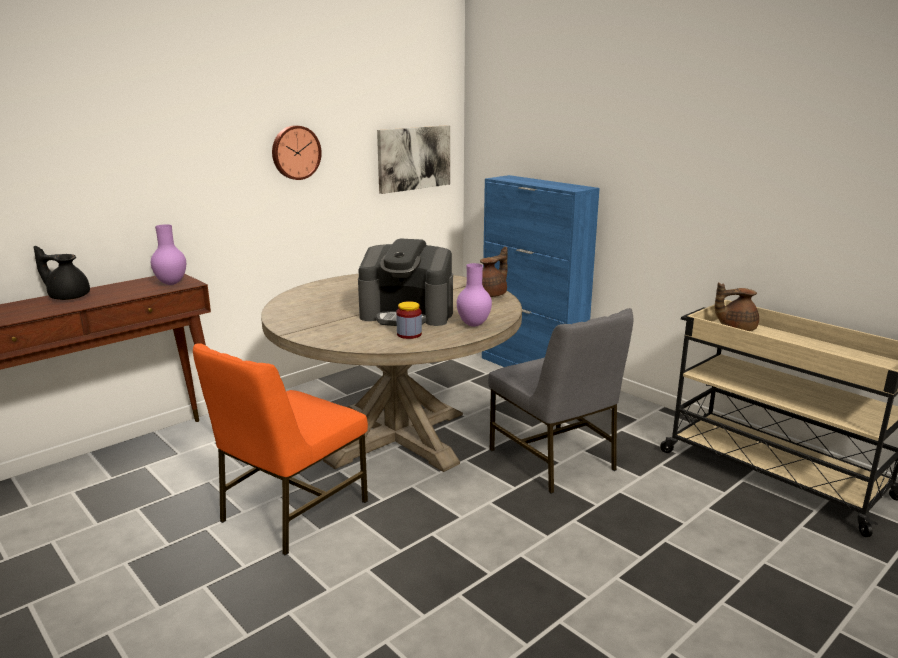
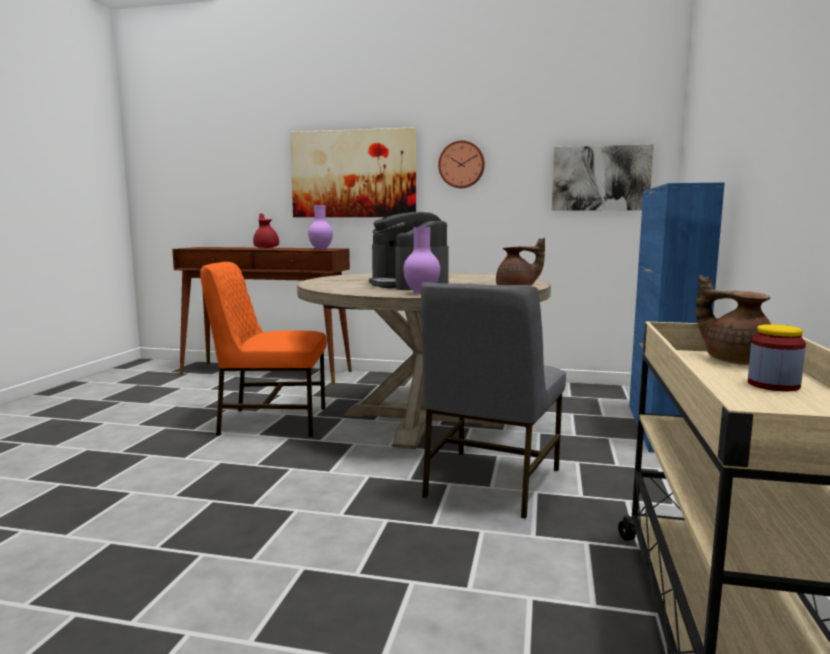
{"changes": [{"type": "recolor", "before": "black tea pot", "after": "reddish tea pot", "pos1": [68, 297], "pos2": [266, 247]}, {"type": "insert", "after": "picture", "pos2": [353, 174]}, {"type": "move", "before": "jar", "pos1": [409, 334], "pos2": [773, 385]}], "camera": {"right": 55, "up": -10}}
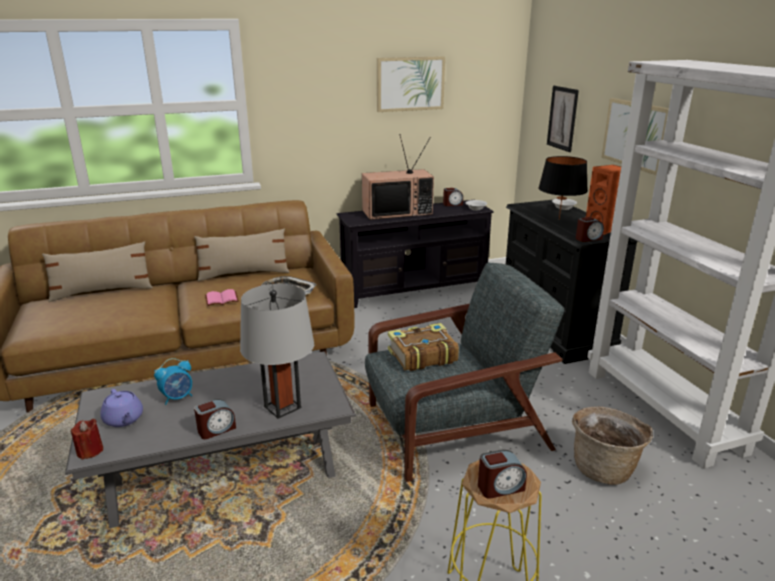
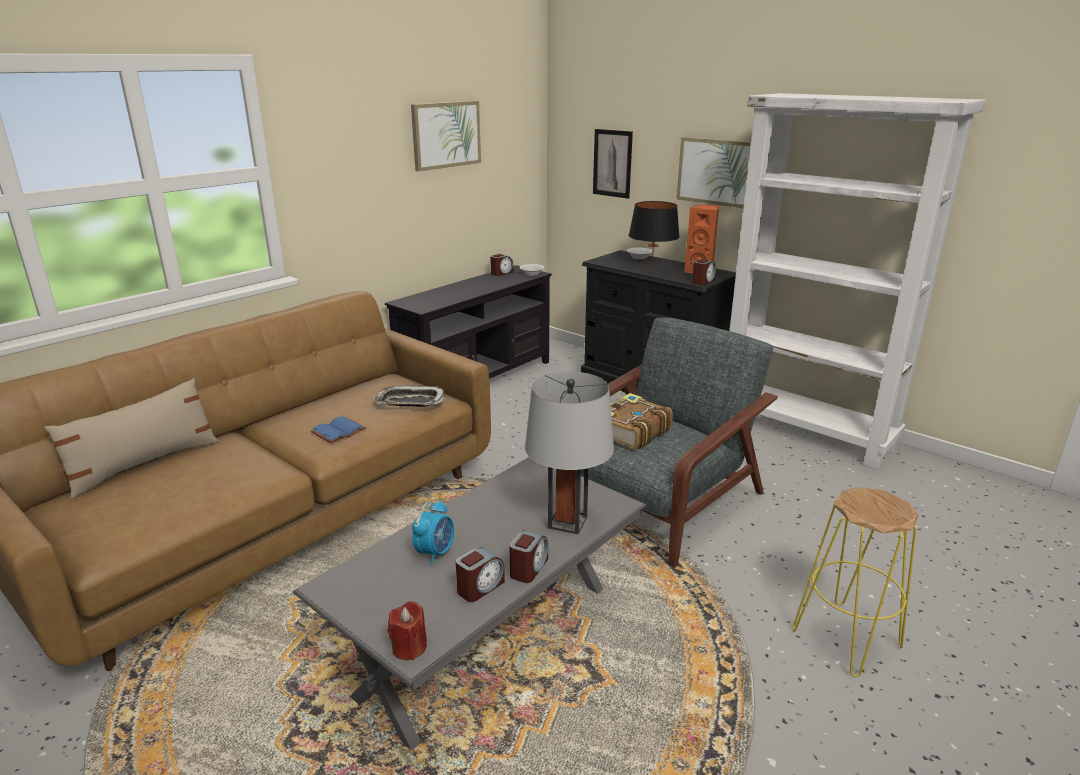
{"changes": [{"type": "recolor", "before": "pink-coloured book", "after": "blue-coloured book", "pos1": [221, 300], "pos2": [339, 432]}, {"type": "move", "before": "table clock", "pos1": [500, 487], "pos2": [480, 587]}, {"type": "delete", "before": "purple tea pot", "pos1": [123, 419]}, {"type": "delete", "before": "beige-coloured pillow", "pos1": [244, 274]}, {"type": "delete", "before": "TV", "pos1": [397, 212]}, {"type": "delete", "before": "storage basket", "pos1": [604, 467]}], "camera": {"right": -30, "up": 0}}
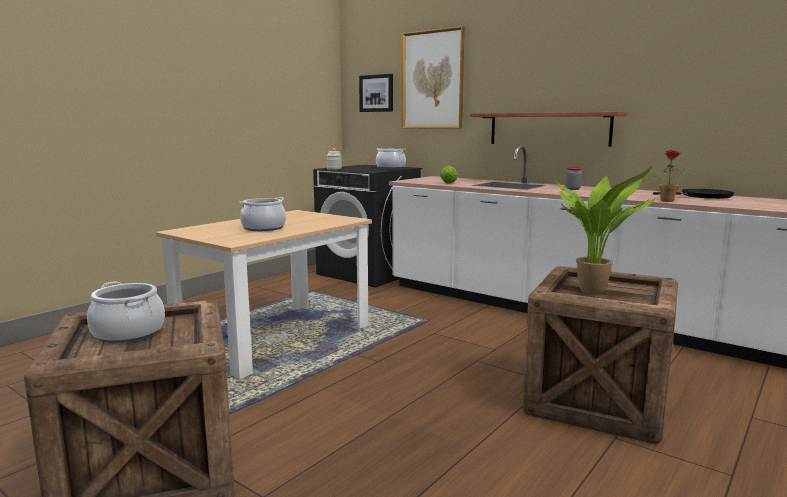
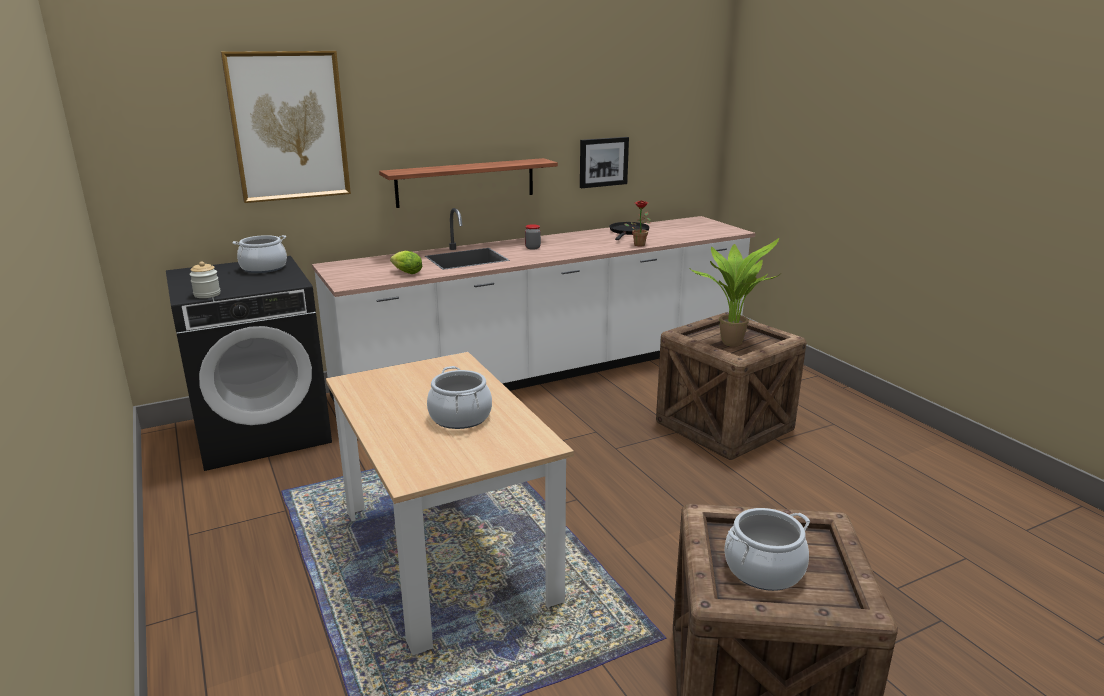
{"changes": [{"type": "move", "before": "picture", "pos1": [376, 93], "pos2": [603, 162]}], "camera": {"right": -65, "up": 10}}
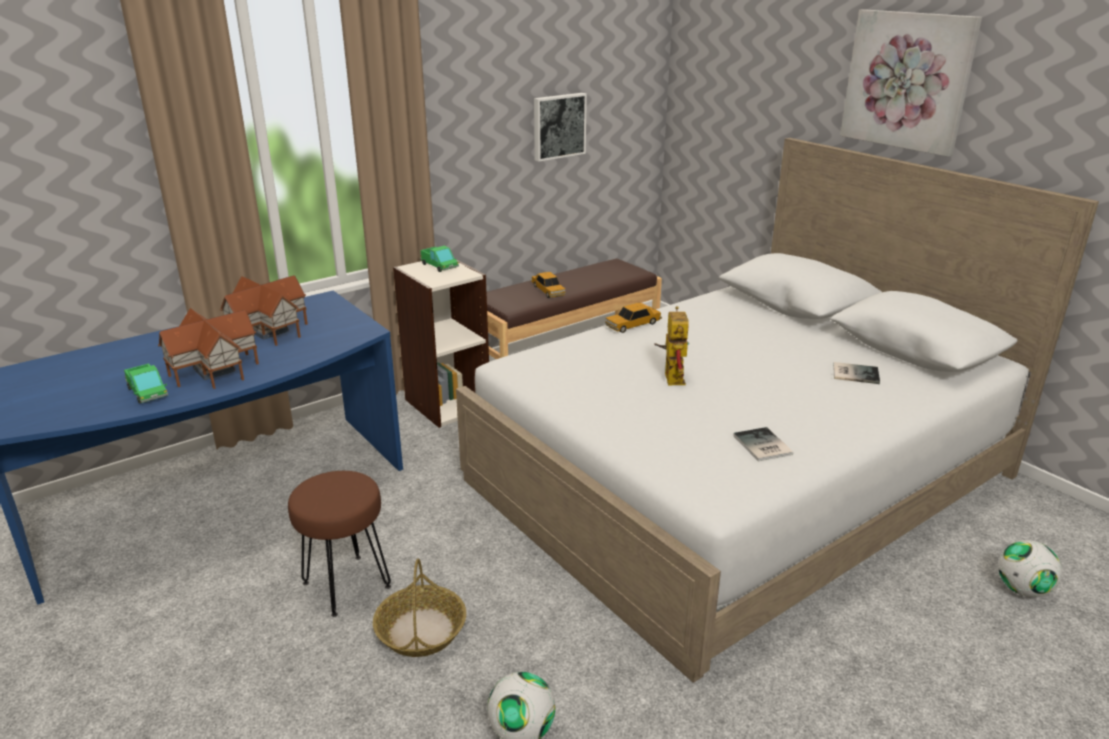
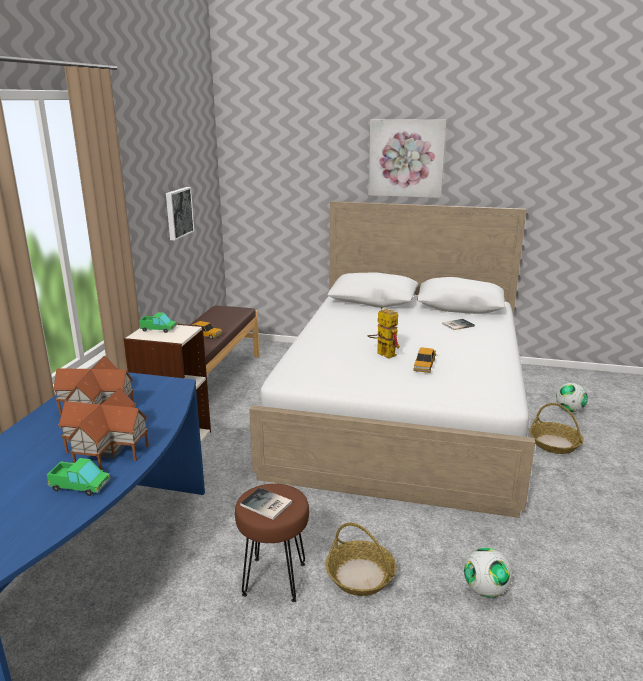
{"changes": [{"type": "move", "before": "book", "pos1": [761, 446], "pos2": [266, 505]}, {"type": "move", "before": "toy car", "pos1": [632, 324], "pos2": [424, 365]}, {"type": "insert", "after": "storage basket", "pos2": [555, 444]}], "camera": {"right": -40, "up": -5}}
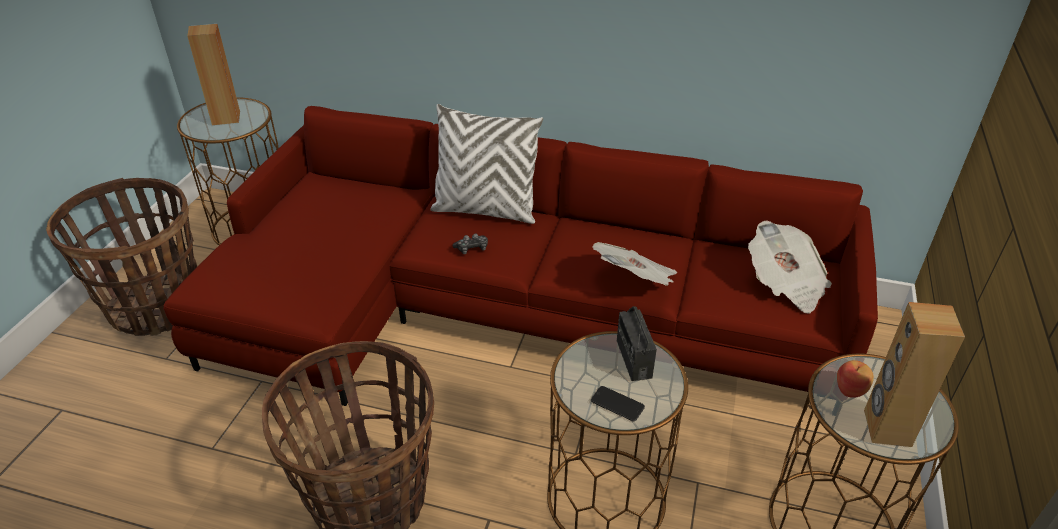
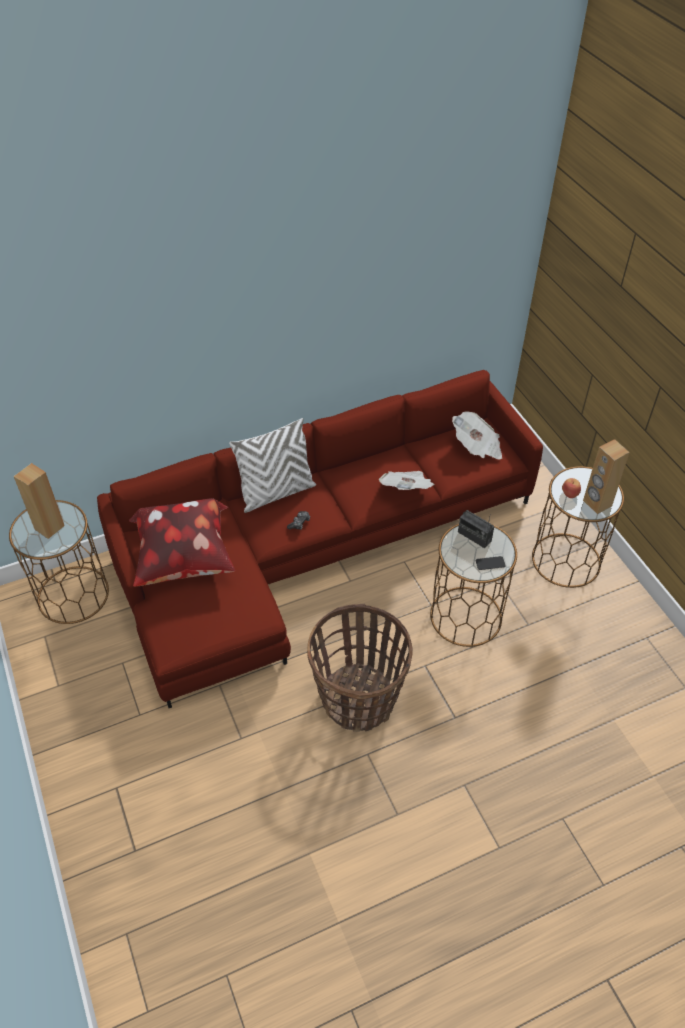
{"changes": [{"type": "insert", "after": "pillow", "pos2": [186, 561]}, {"type": "delete", "before": "storage basket", "pos1": [156, 307]}], "camera": {"right": -40, "up": 10}}
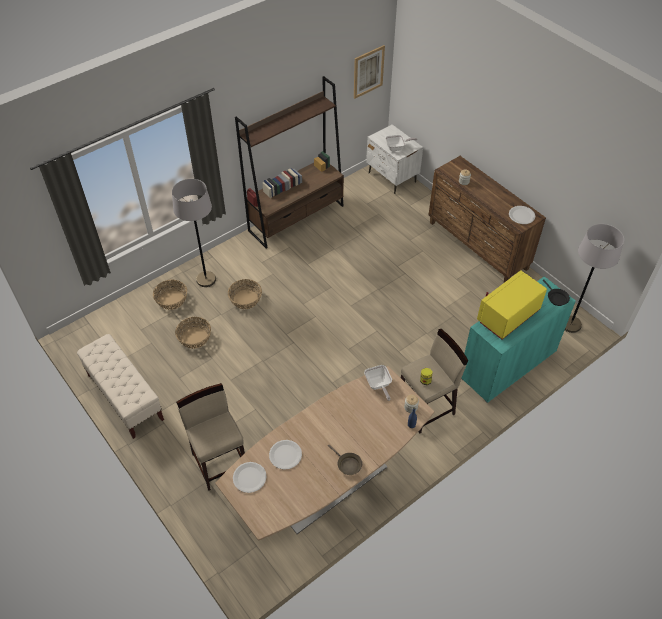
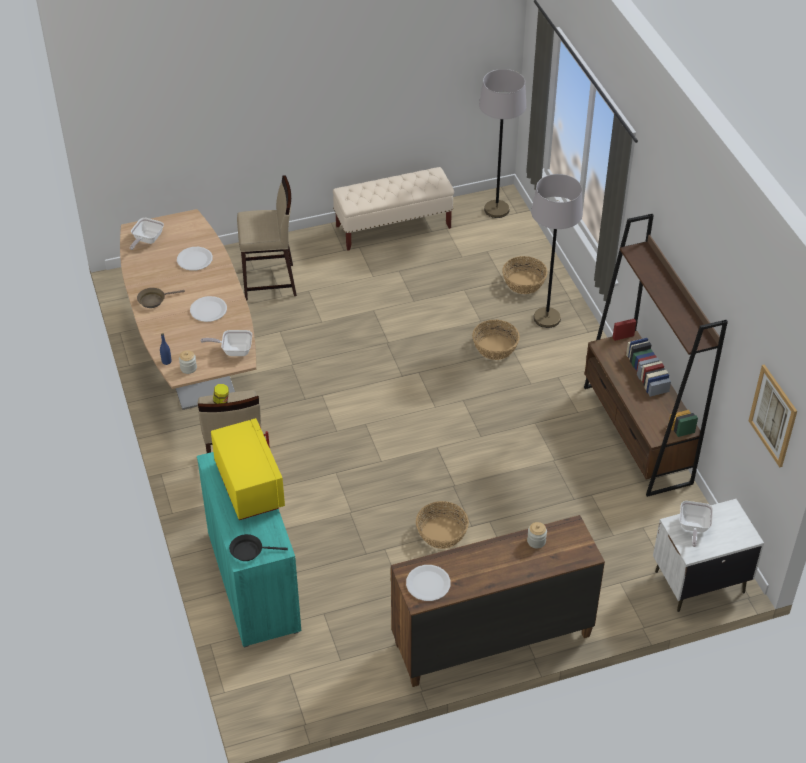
{"changes": [{"type": "insert", "after": "skillet", "pos2": [146, 240]}, {"type": "move", "before": "white-coloured flat dish", "pos1": [249, 477], "pos2": [208, 310]}, {"type": "move", "before": "storage basket", "pos1": [194, 338], "pos2": [442, 533]}, {"type": "move", "before": "gray standard lamp", "pos1": [570, 324], "pos2": [496, 210]}], "camera": {"right": 110, "up": -5}}
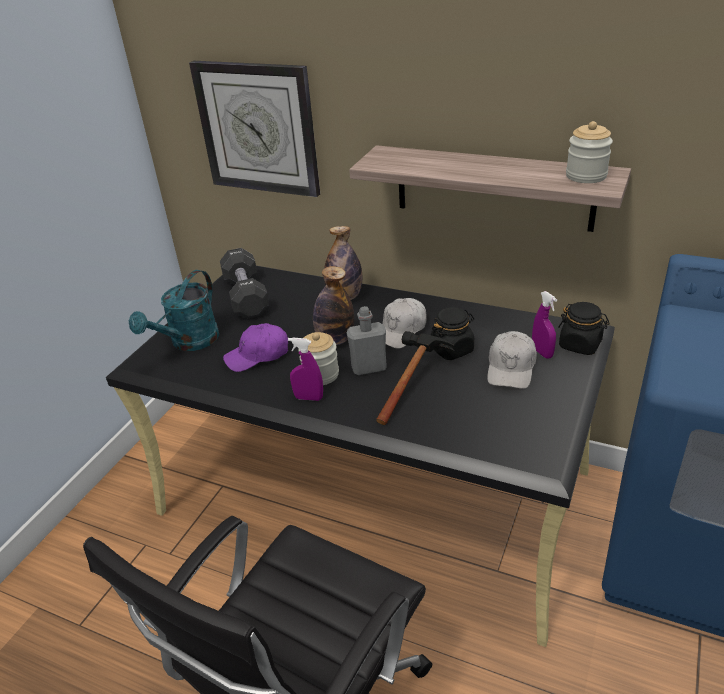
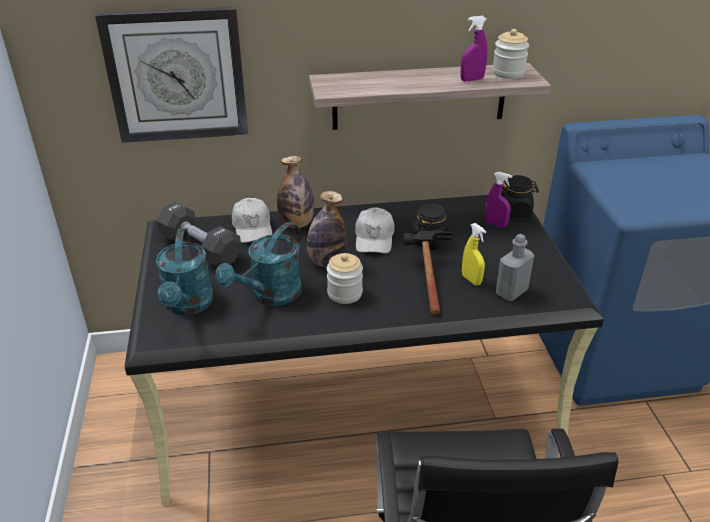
{"changes": [{"type": "replace", "before": "purple peaked cap", "after": "blue-green watering can", "pos1": [258, 355], "pos2": [270, 296]}, {"type": "move", "before": "white-coloured peaked cap", "pos1": [511, 368], "pos2": [253, 227]}, {"type": "move", "before": "purple spray bottle", "pos1": [308, 398], "pos2": [472, 79]}, {"type": "insert", "after": "yellow spray bottle", "pos2": [471, 280]}, {"type": "move", "before": "gray bottle", "pos1": [369, 368], "pos2": [511, 292]}], "camera": {"right": -35, "up": 0}}
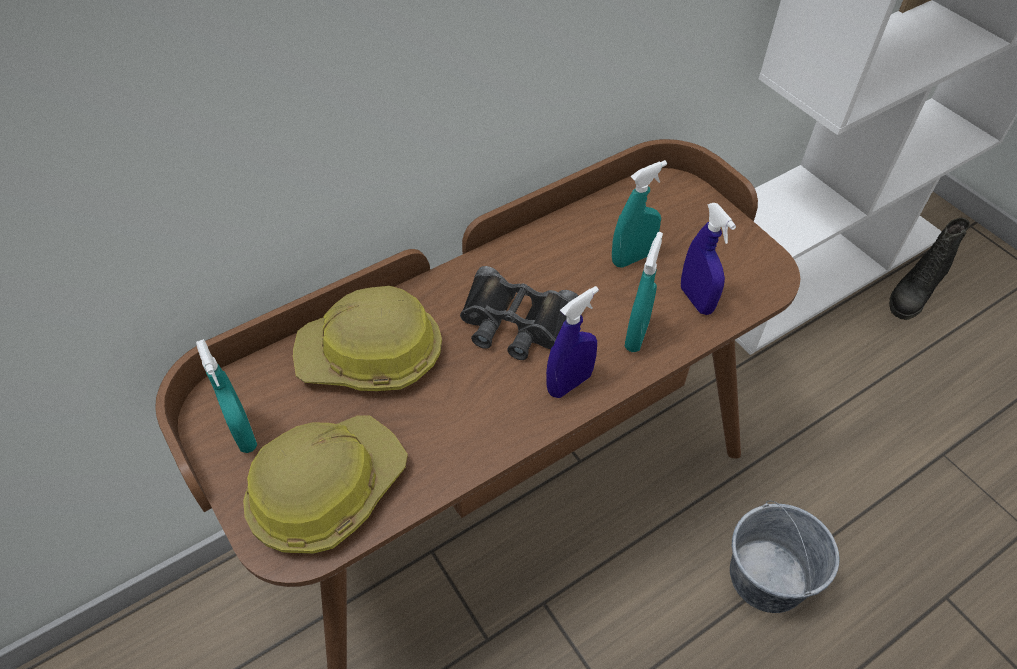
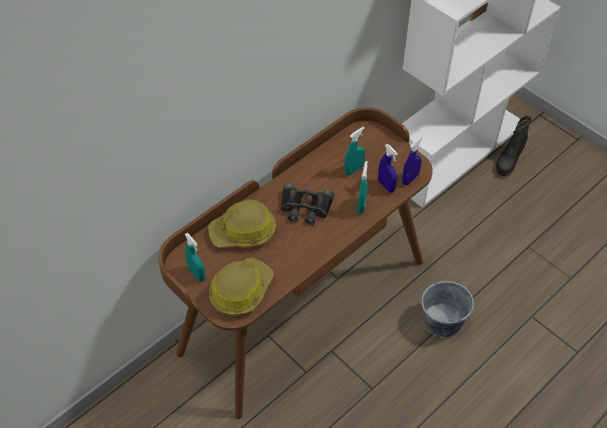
{"changes": [{"type": "move", "before": "blue-coloured spray bottle", "pos1": [569, 383], "pos2": [410, 179]}], "camera": {"right": -10, "up": 0}}
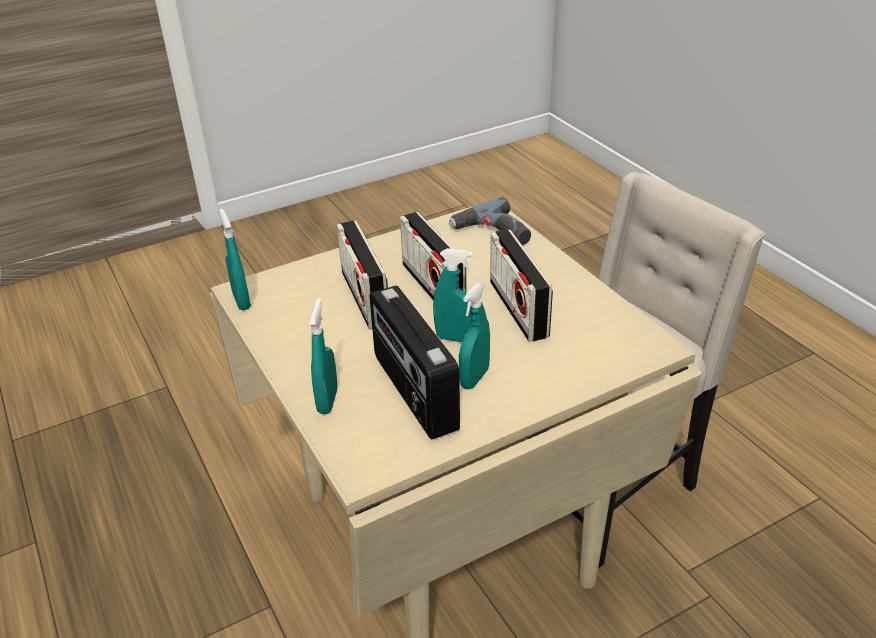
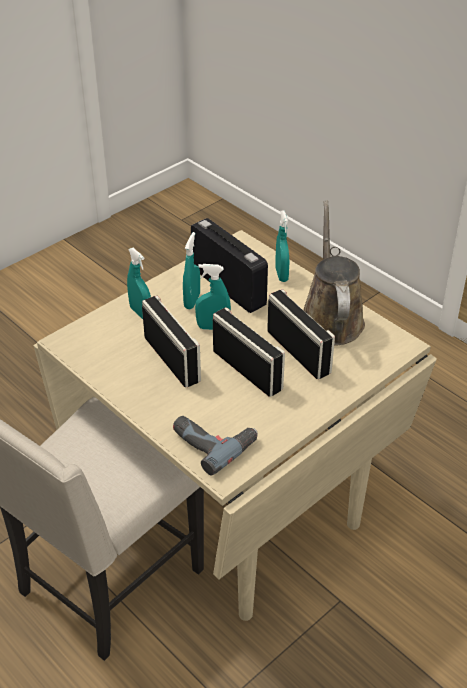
{"changes": [{"type": "move", "before": "blue-green spray bottle", "pos1": [241, 301], "pos2": [140, 313]}, {"type": "insert", "after": "brownish watering can", "pos2": [330, 318]}], "camera": {"right": 165, "up": 5}}
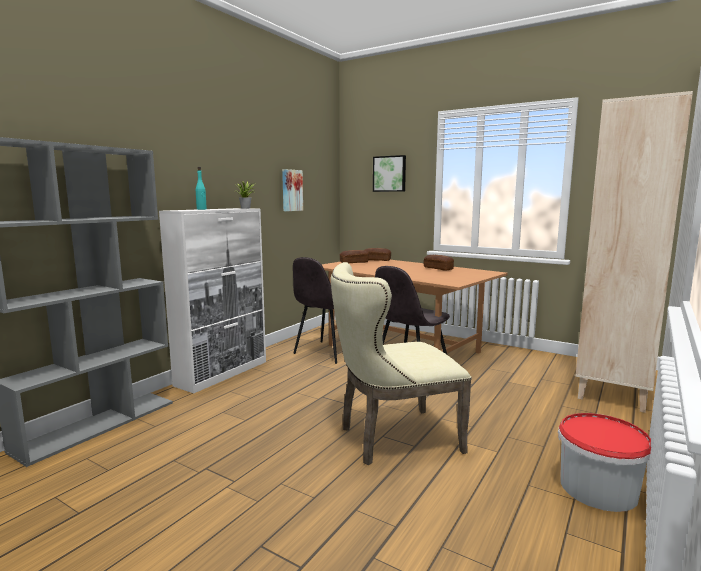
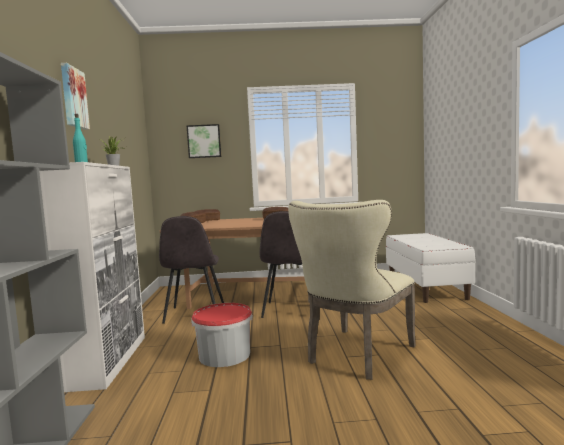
{"changes": [{"type": "move", "before": "picture", "pos1": [291, 190], "pos2": [73, 98]}, {"type": "move", "before": "pail", "pos1": [598, 488], "pos2": [224, 355]}, {"type": "replace", "before": "beige-coloured shelving unit", "after": "white-coloured long seat", "pos1": [613, 393], "pos2": [426, 287]}], "camera": {"right": -35, "up": -5}}
